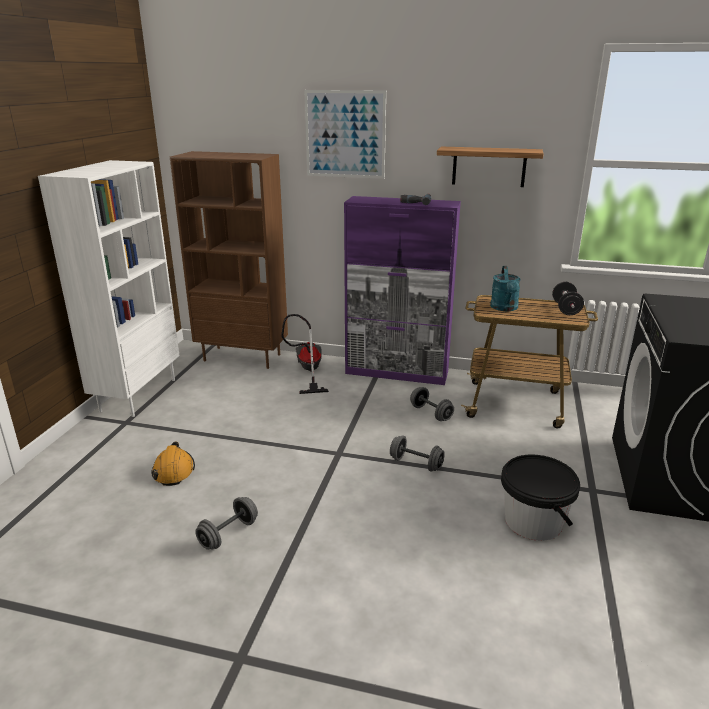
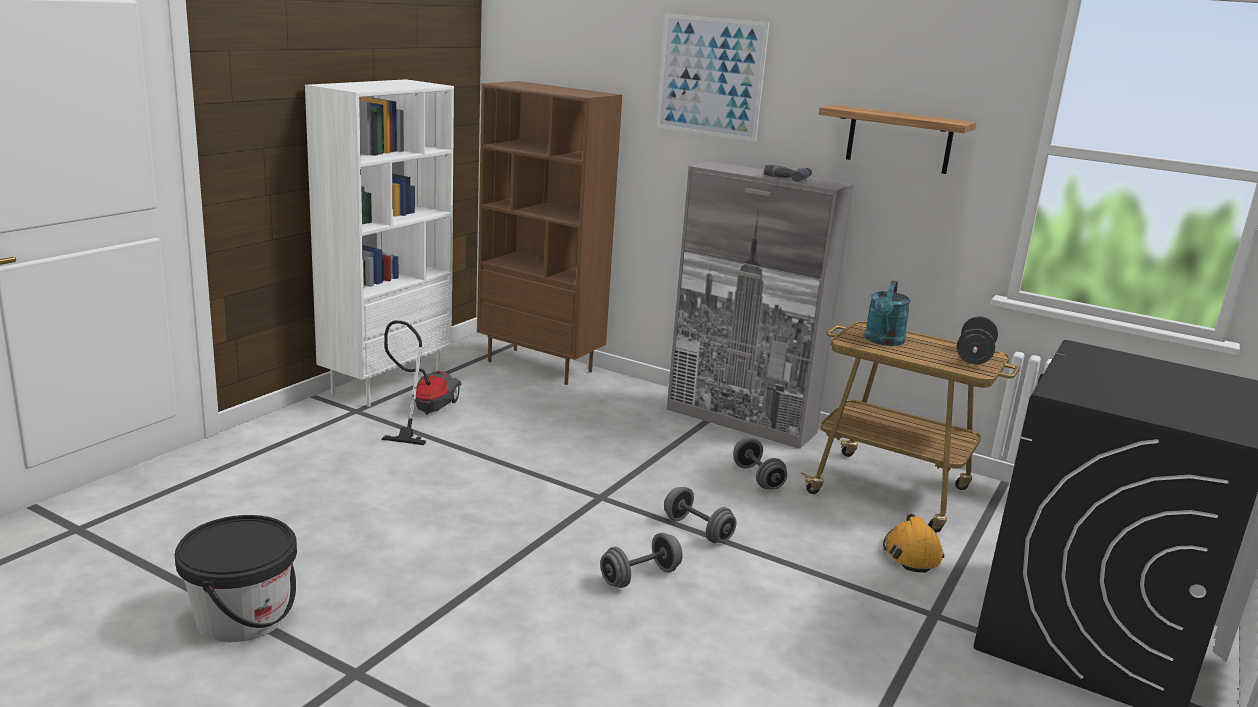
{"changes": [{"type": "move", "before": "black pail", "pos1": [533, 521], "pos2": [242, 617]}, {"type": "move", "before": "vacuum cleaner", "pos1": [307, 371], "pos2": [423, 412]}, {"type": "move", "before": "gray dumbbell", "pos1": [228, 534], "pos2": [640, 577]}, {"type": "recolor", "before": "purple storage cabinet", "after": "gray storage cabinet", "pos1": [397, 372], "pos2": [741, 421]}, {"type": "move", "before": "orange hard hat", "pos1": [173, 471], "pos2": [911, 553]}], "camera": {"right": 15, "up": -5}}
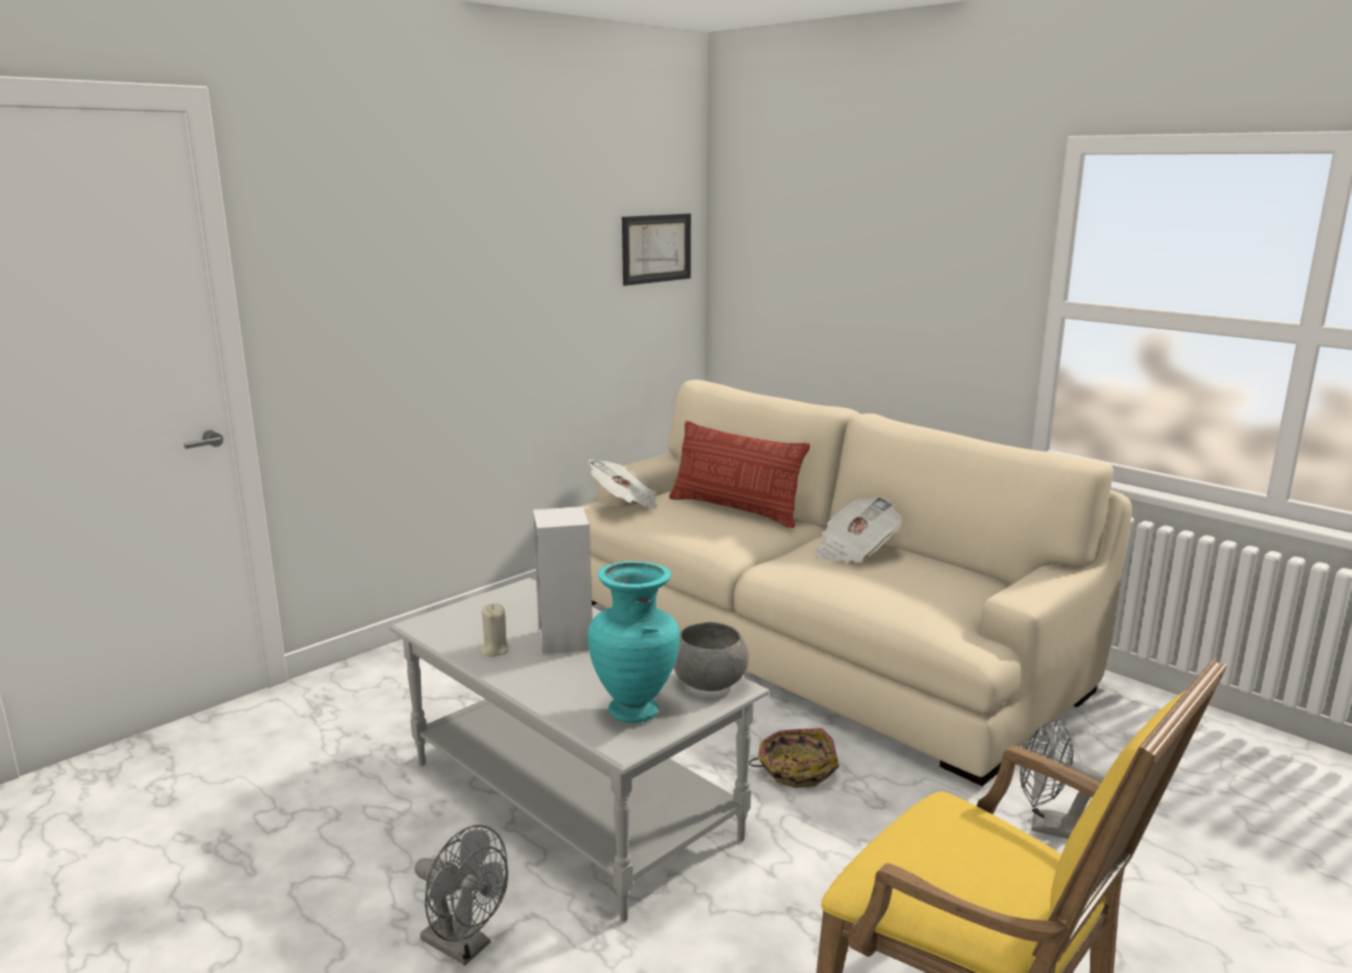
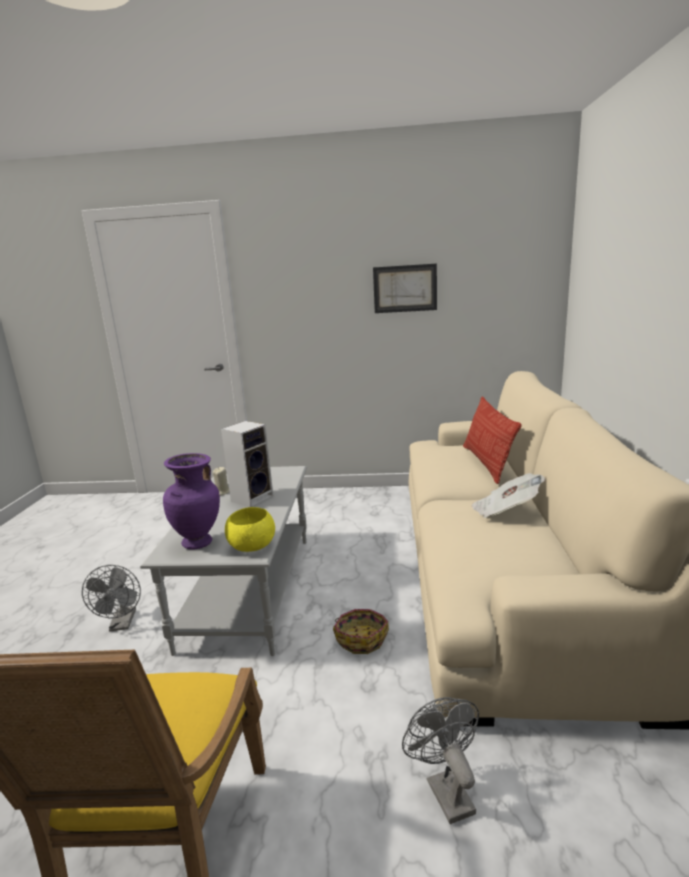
{"changes": [{"type": "recolor", "before": "blue-green vase", "after": "purple vase", "pos1": [635, 711], "pos2": [198, 543]}, {"type": "recolor", "before": "gray bowl", "after": "yellow bowl", "pos1": [709, 682], "pos2": [252, 546]}, {"type": "move", "before": "picture", "pos1": [656, 248], "pos2": [405, 288]}, {"type": "delete", "before": "newspaper", "pos1": [625, 503]}], "camera": {"right": 50, "up": 0}}
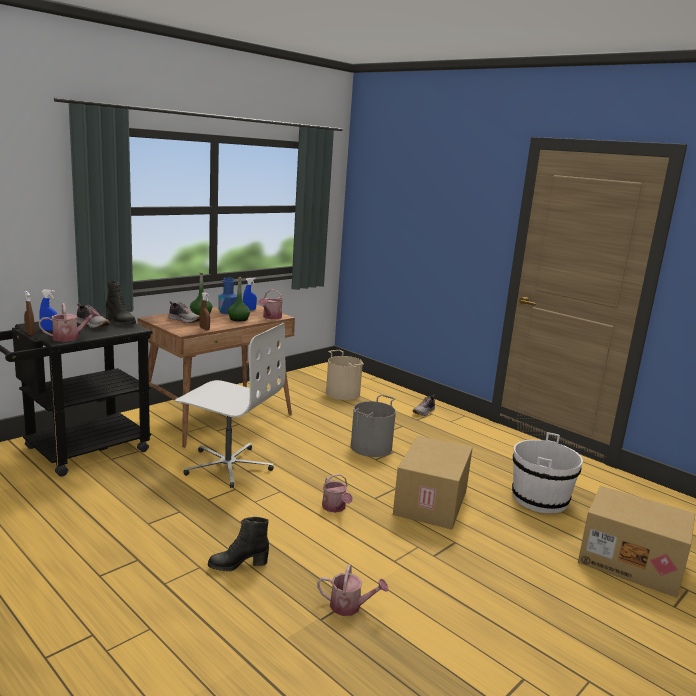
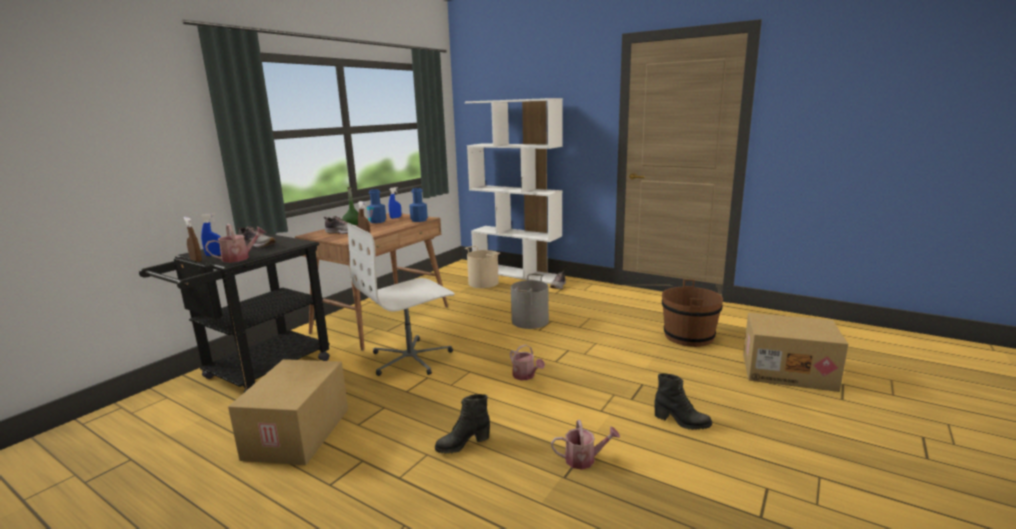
{"changes": [{"type": "move", "before": "cardboard box", "pos1": [432, 503], "pos2": [299, 434]}, {"type": "rotate", "before": "white-coloured office chair", "pos1": [228, 465], "pos2": [411, 358], "turn": 135}, {"type": "replace", "before": "watering can", "after": "blue-coloured bottle", "pos1": [271, 317], "pos2": [419, 220]}, {"type": "insert", "after": "white-coloured shelving unit", "pos2": [517, 273]}, {"type": "move", "before": "black boot", "pos1": [120, 322], "pos2": [681, 422]}, {"type": "recolor", "before": "white-coloured pail", "after": "brownish pail", "pos1": [539, 499], "pos2": [688, 336]}, {"type": "delete", "before": "greenish bottle", "pos1": [238, 319]}], "camera": {"right": -10, "up": 0}}
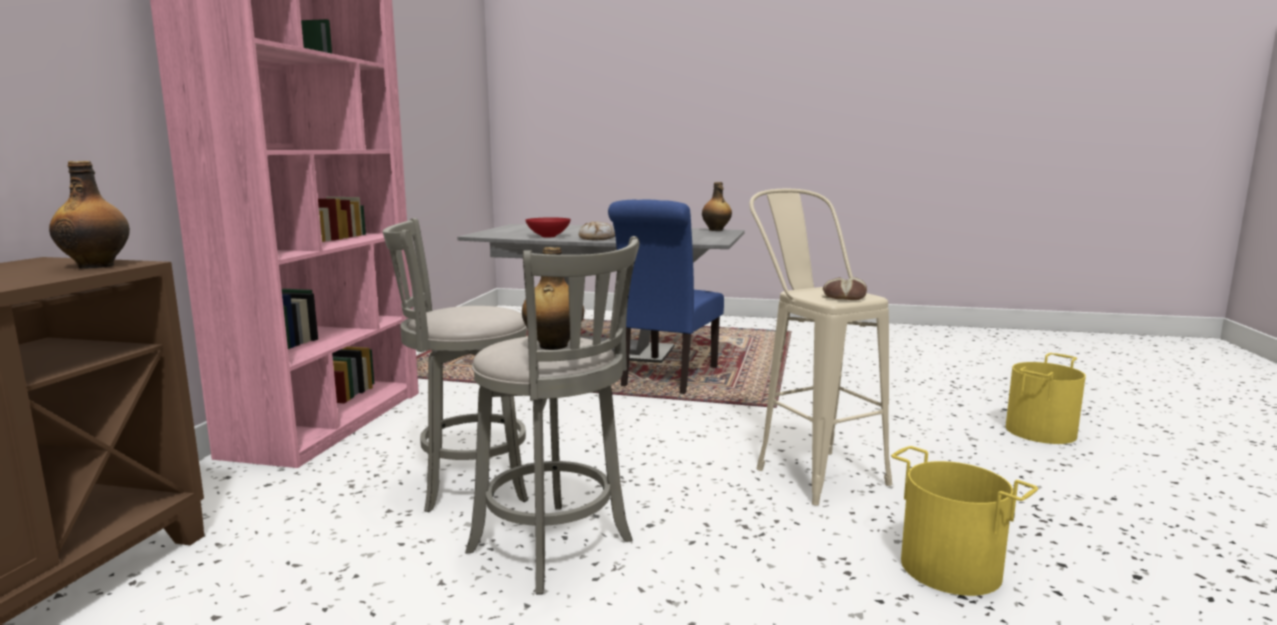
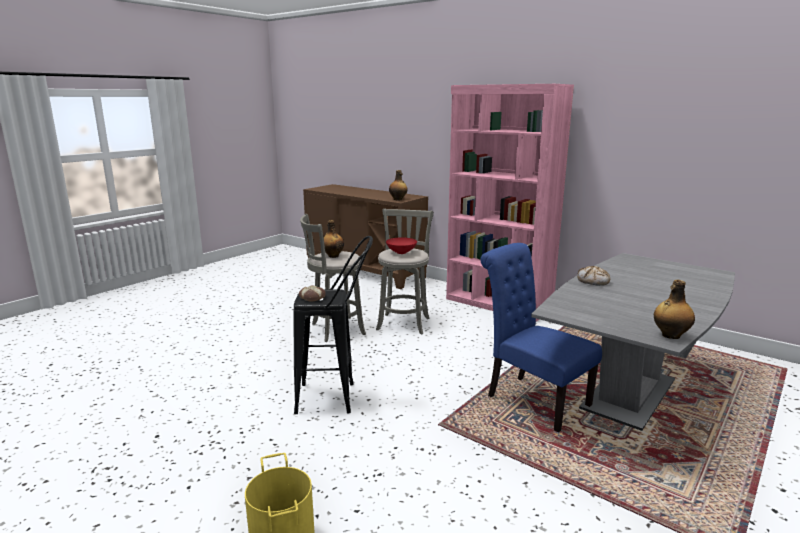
{"changes": [{"type": "recolor", "before": "beige-coloured stool", "after": "black stool", "pos1": [809, 470], "pos2": [337, 398]}, {"type": "move", "before": "reddish bowl", "pos1": [547, 236], "pos2": [401, 252]}, {"type": "delete", "before": "yellow pail", "pos1": [949, 568]}], "camera": {"right": 115, "up": 5}}
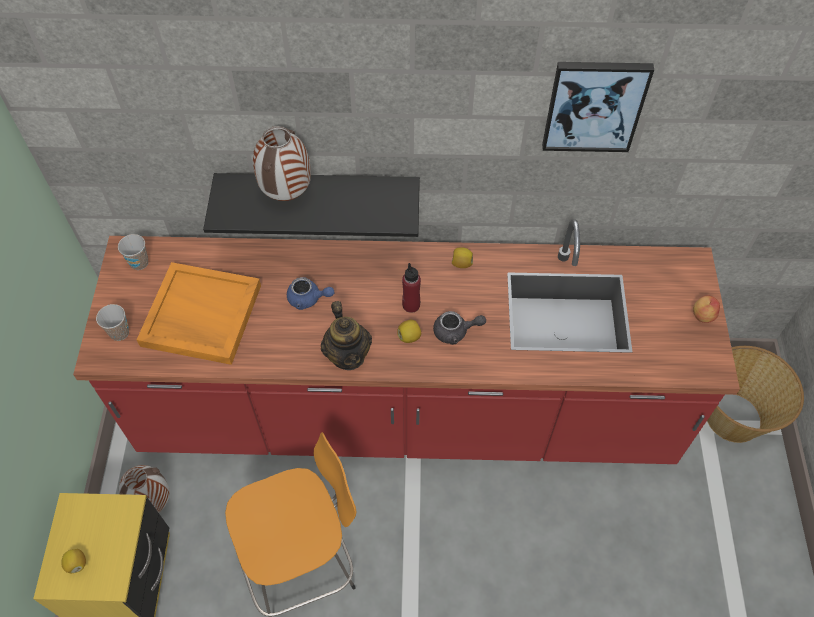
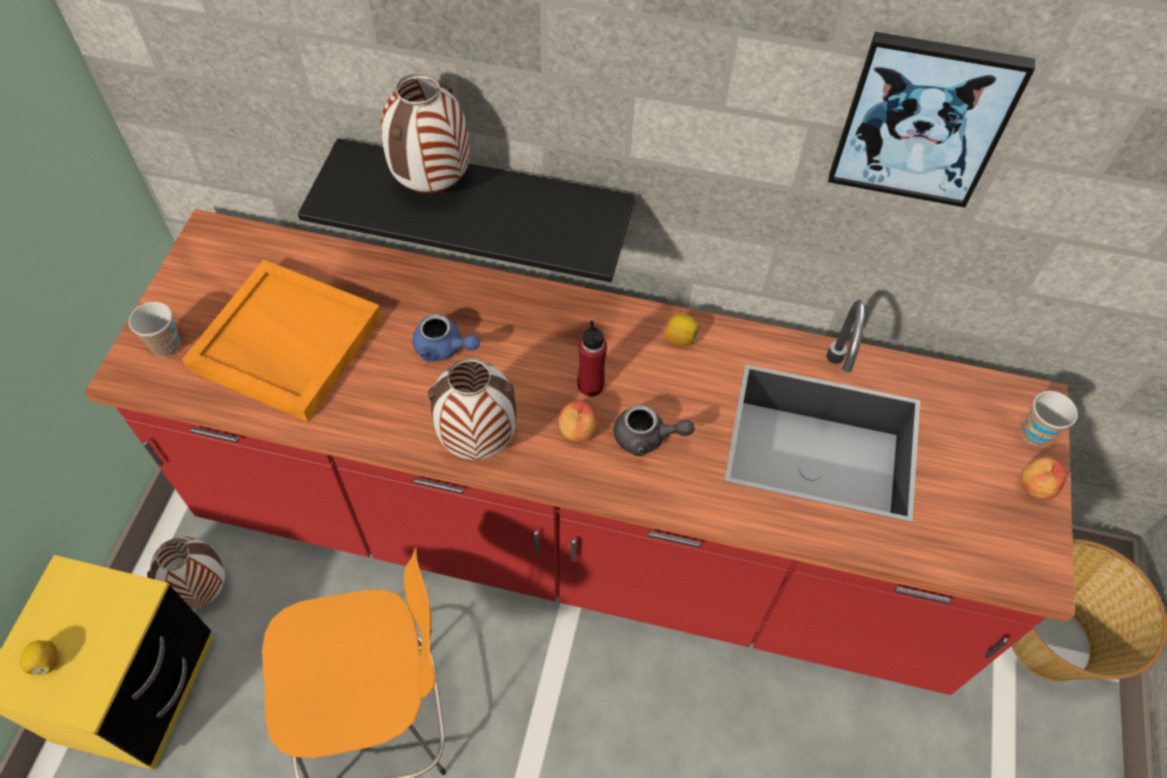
{"changes": [{"type": "replace", "before": "tea pot", "after": "vase", "pos1": [348, 355], "pos2": [479, 441]}, {"type": "replace", "before": "whole lemon", "after": "whole apple", "pos1": [409, 336], "pos2": [576, 431]}, {"type": "move", "before": "drinking cup", "pos1": [139, 263], "pos2": [1035, 434]}], "camera": {"right": 10, "up": 0}}
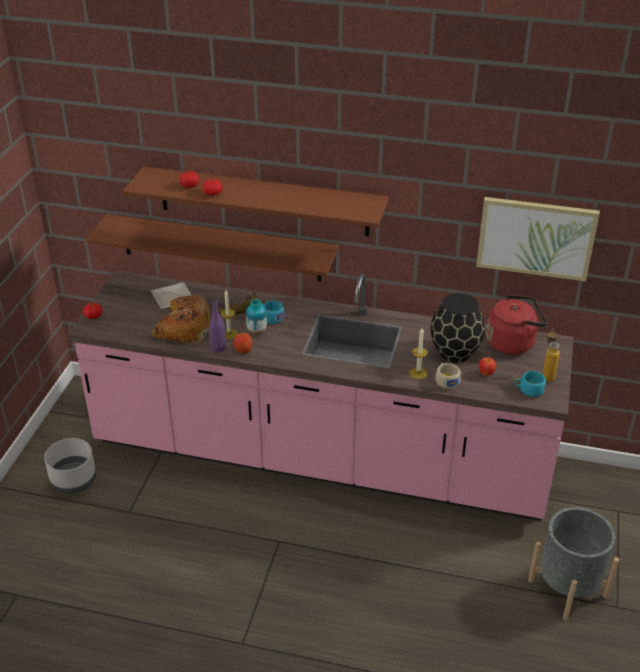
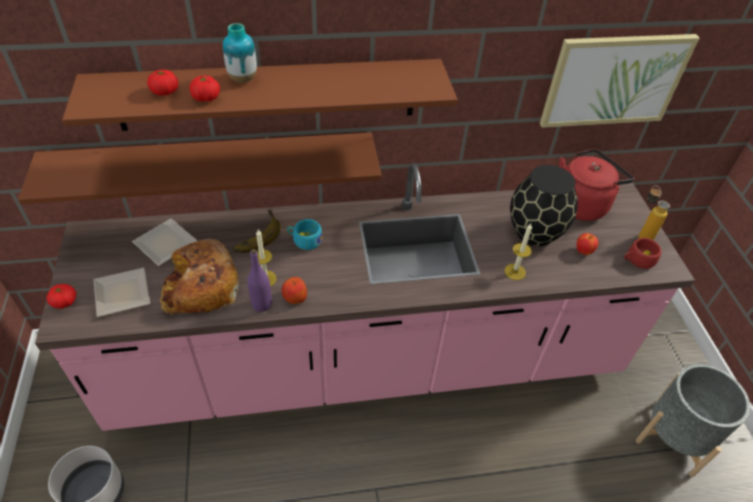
{"changes": [{"type": "insert", "after": "flat dish", "pos2": [120, 293]}, {"type": "move", "before": "vase", "pos1": [257, 332], "pos2": [243, 79]}, {"type": "recolor", "before": "blue-green drinking cup", "after": "reddish drinking cup", "pos1": [528, 390], "pos2": [637, 260]}, {"type": "delete", "before": "beige-coloured drinking cup", "pos1": [446, 380]}], "camera": {"right": -25, "up": 10}}
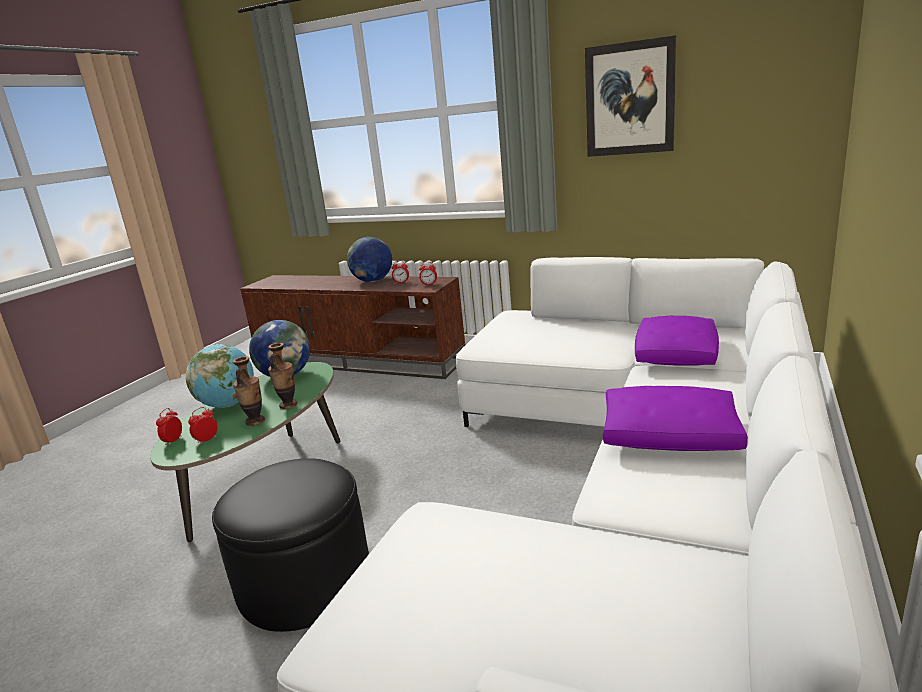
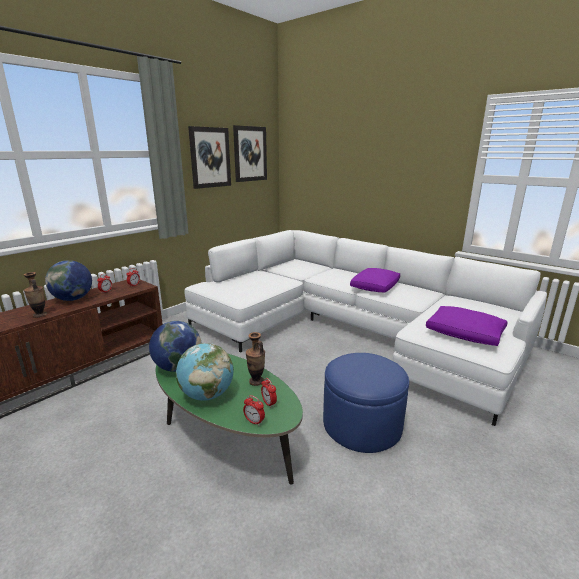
{"changes": [{"type": "move", "before": "vase", "pos1": [288, 405], "pos2": [40, 315]}, {"type": "insert", "after": "picture", "pos2": [250, 154]}, {"type": "recolor", "before": "black pouffe", "after": "blue-coloured pouffe", "pos1": [305, 581], "pos2": [362, 424]}, {"type": "move", "before": "purple pillow", "pos1": [676, 355], "pos2": [465, 334]}], "camera": {"right": -75, "up": 0}}
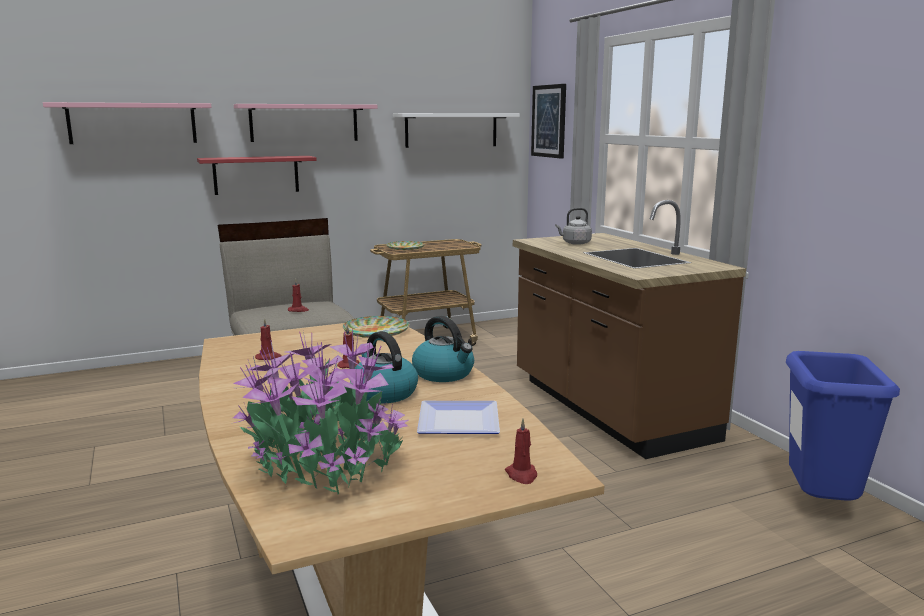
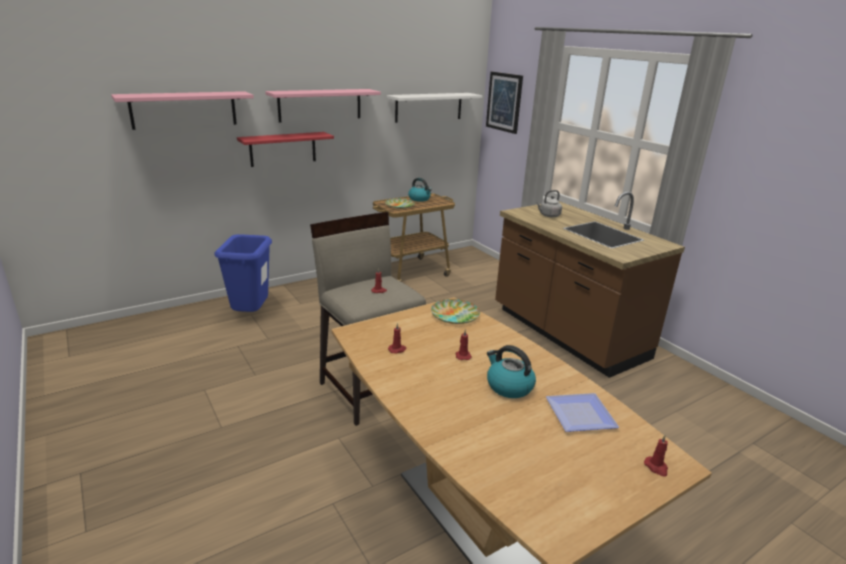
{"changes": [{"type": "move", "before": "blue-coloured trash can", "pos1": [819, 505], "pos2": [251, 315]}, {"type": "move", "before": "kettle", "pos1": [444, 374], "pos2": [419, 199]}, {"type": "delete", "before": "potted plant", "pos1": [325, 462]}], "camera": {"right": -10, "up": 10}}
